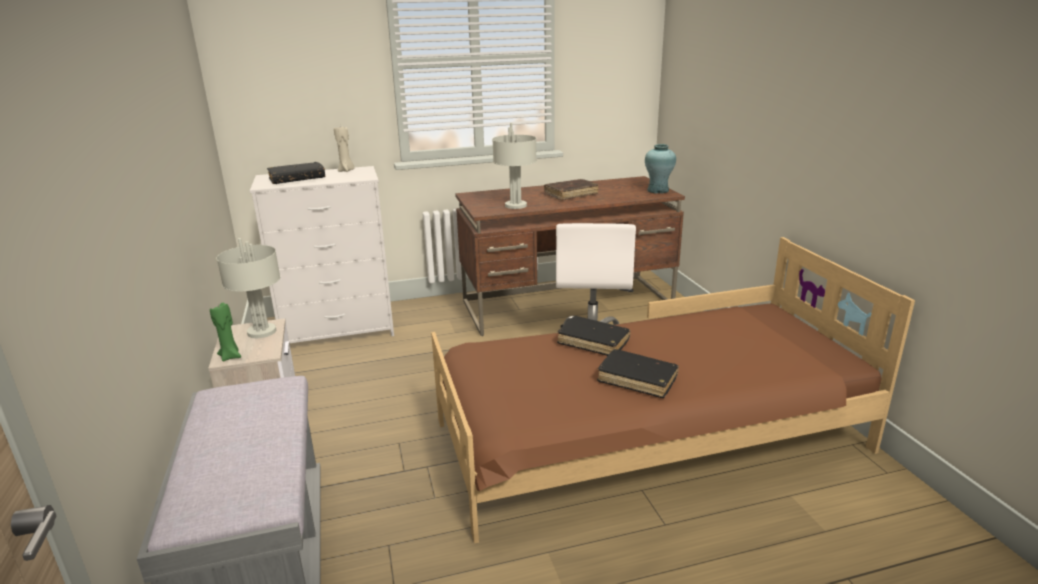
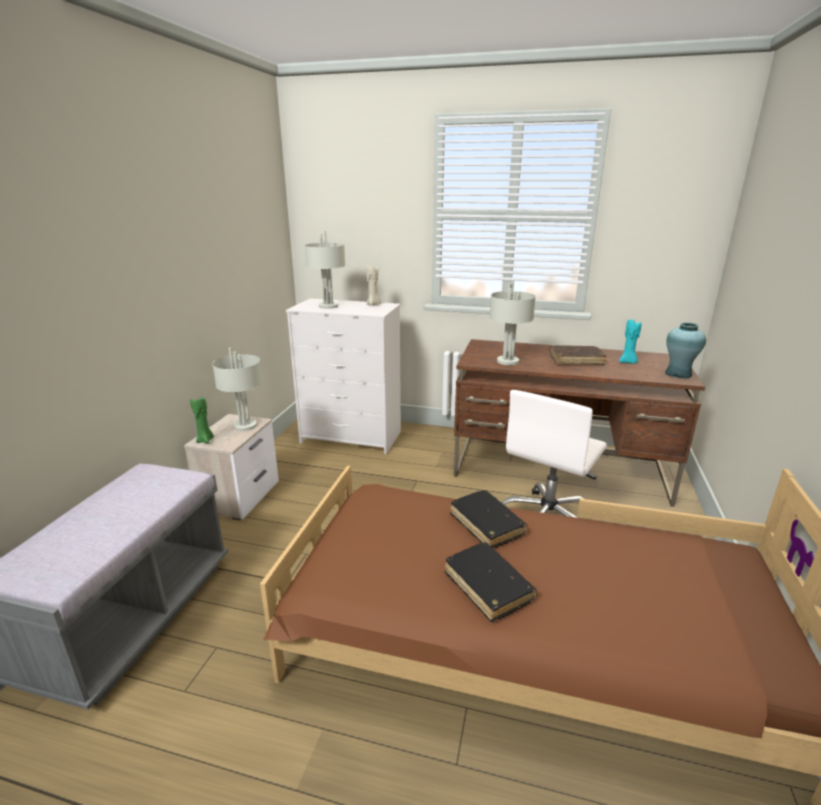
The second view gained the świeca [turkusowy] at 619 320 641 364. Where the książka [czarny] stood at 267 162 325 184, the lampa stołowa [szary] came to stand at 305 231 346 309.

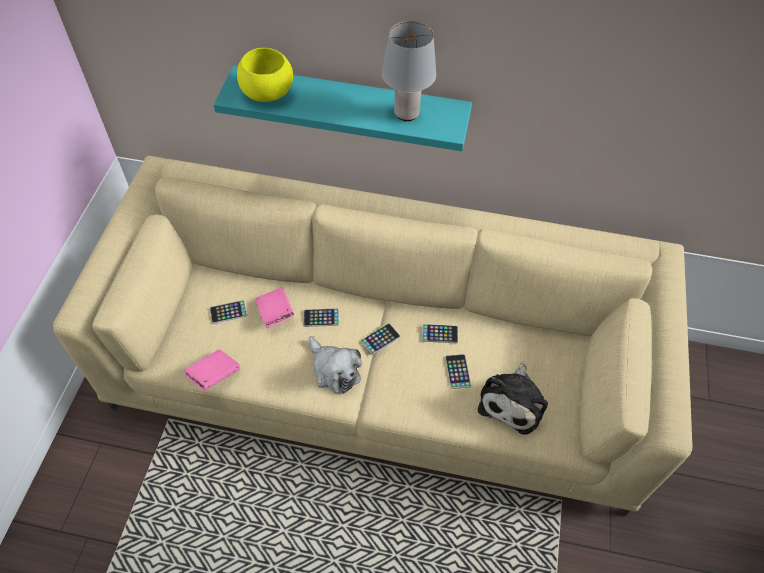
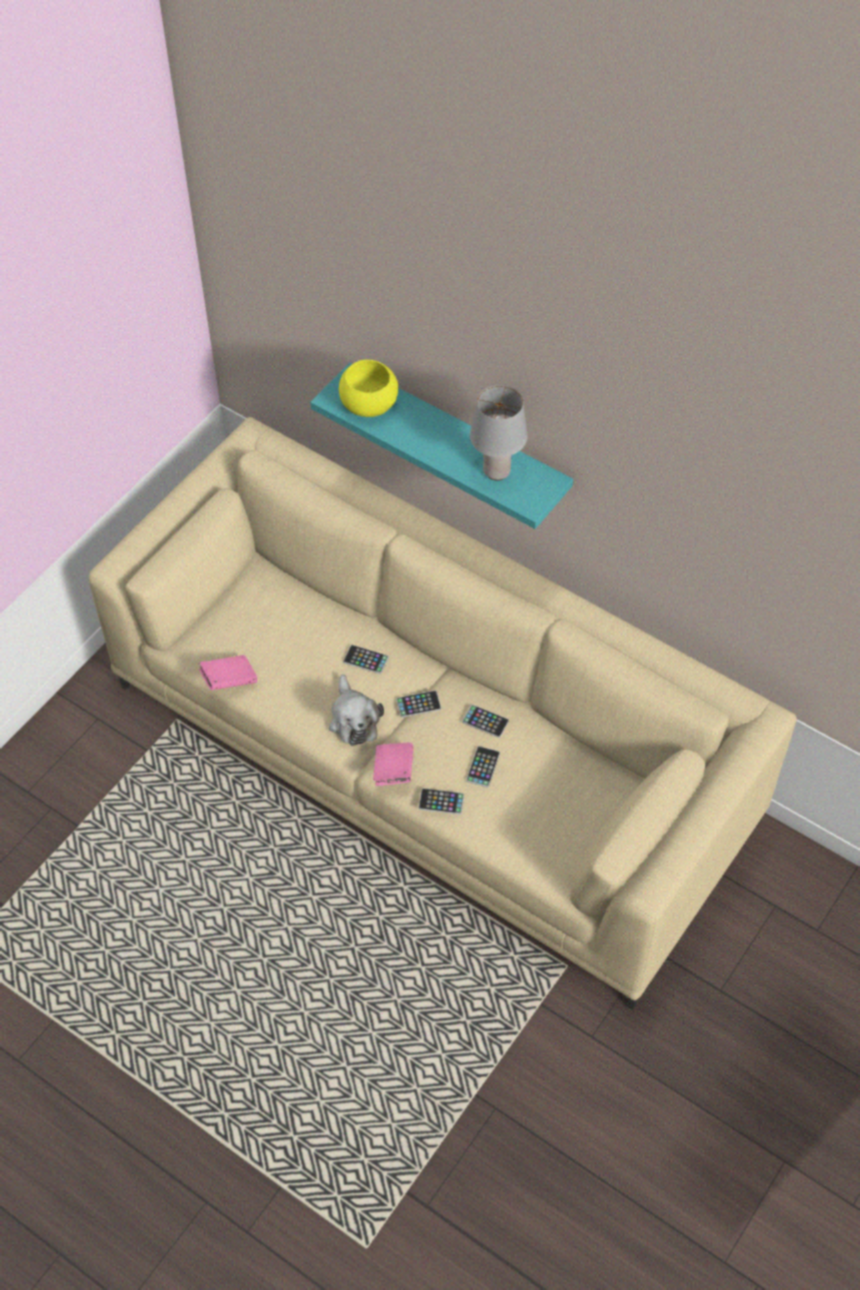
The second view lost the pluszak at 478 363 548 434. The telefon ended up elsewhere, having gone from 210 300 247 324 to 419 788 464 815. The książka [różowy] ended up elsewhere, having gone from 255 288 294 328 to 373 742 414 786.

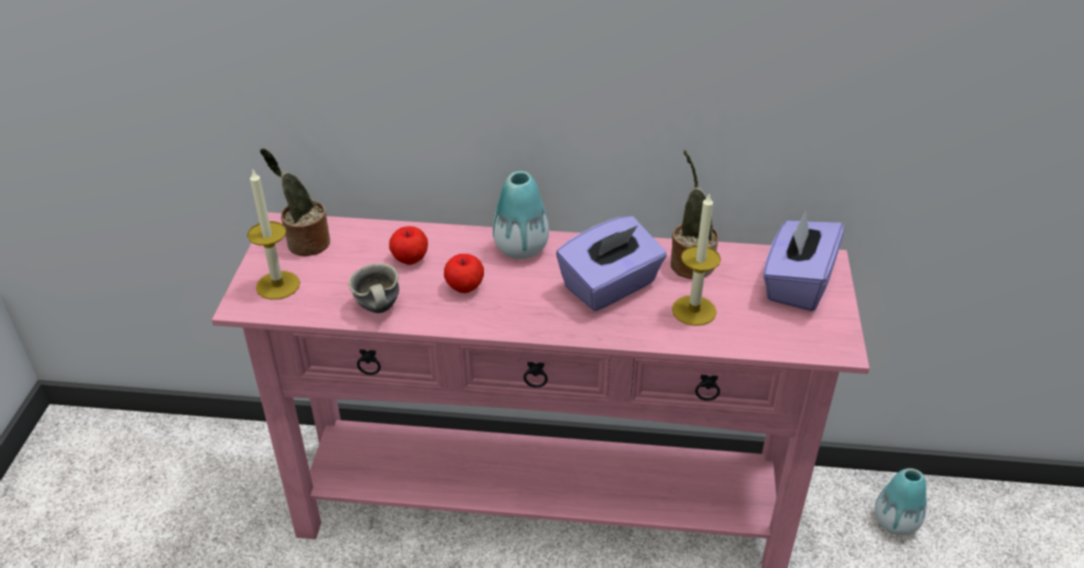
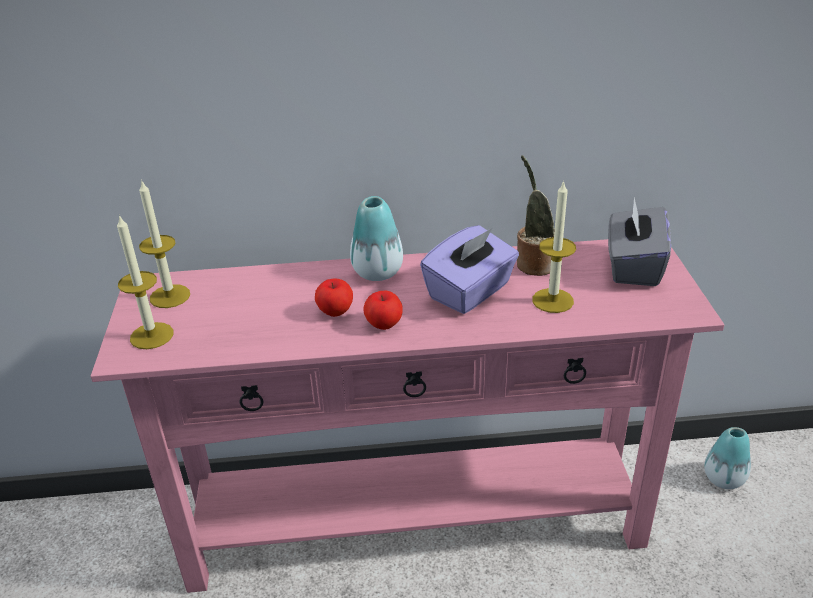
The second view lost the kubek [szary] at 348 263 399 313. The jabłko ended up elsewhere, having gone from 389 226 428 265 to 363 291 402 330. Where the roślina doniczkowa stood at 260 148 330 256, the świeca came to stand at 139 179 190 308. What was the pudełko chusteczek [fioletowy] at 763 210 844 311 turned into the pudełko chusteczek [szary] at 608 197 671 286.

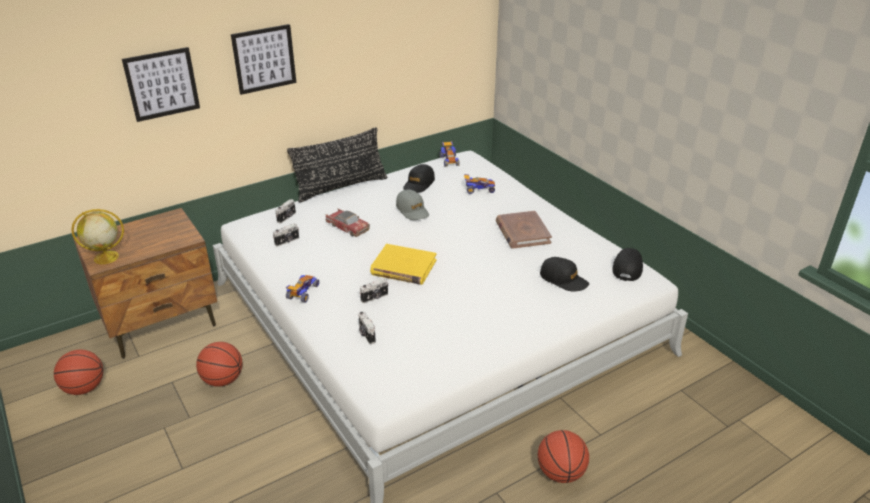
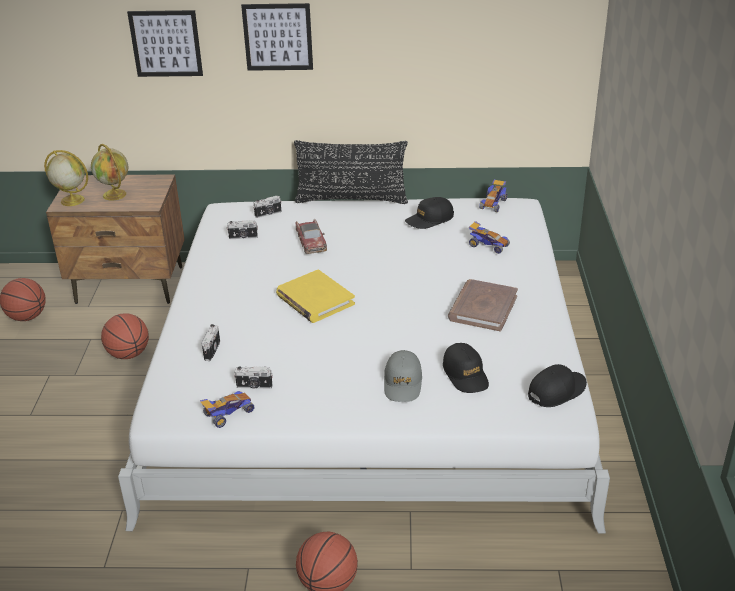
The second view gained the globus at 91 144 128 201. The samochodzik ended up elsewhere, having gone from 286 275 319 303 to 200 391 255 428. The aparat fotograficzny ended up elsewhere, having gone from 360 278 388 303 to 234 367 273 389. The czapka z daszkiem [szary] ended up elsewhere, having gone from 396 189 429 220 to 384 350 422 402.

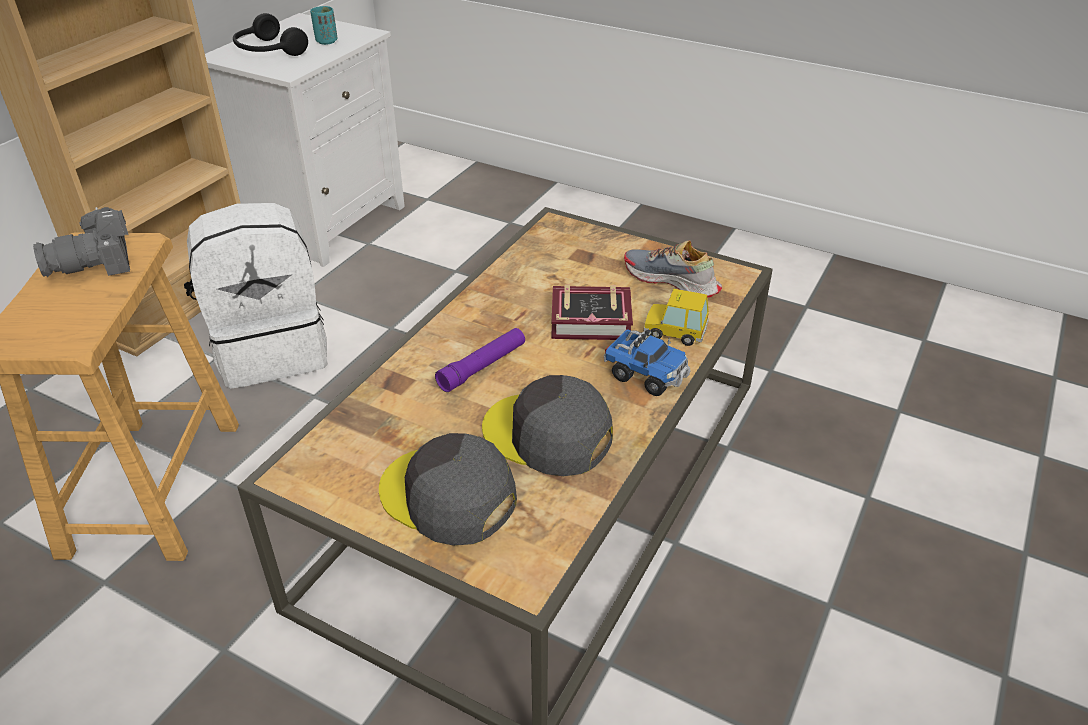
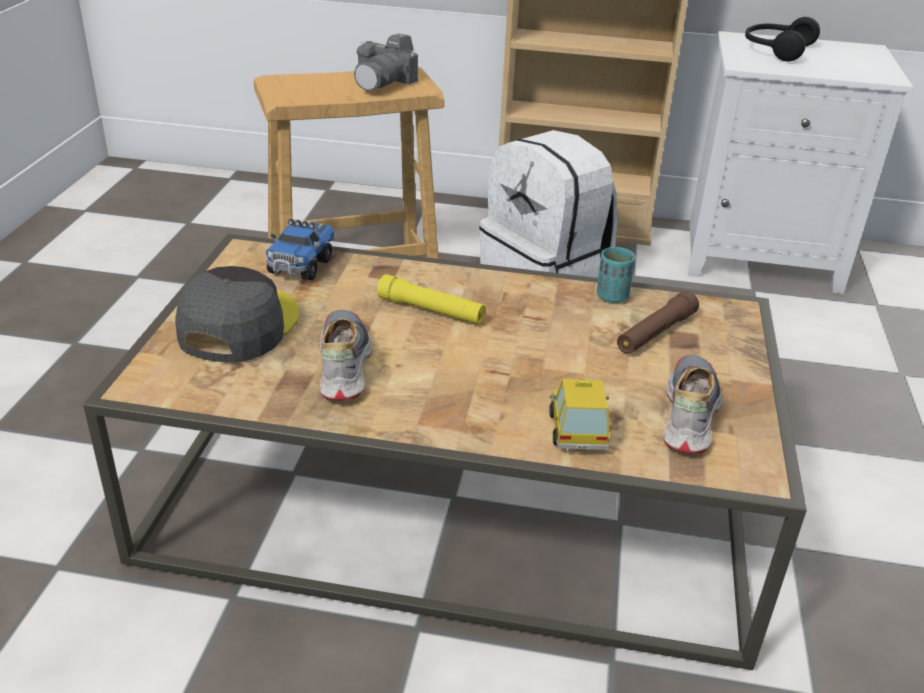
The second view lost the książka at 551 284 633 340. The second view gained the latarka [brązowy] at 617 291 699 354. The filiżanka [turkusowy] ended up elsewhere, having gone from 310 6 337 45 to 597 247 635 303. The ciężarówka zabawkowa ended up elsewhere, having gone from 604 329 691 396 to 265 219 334 280. Where the czapka z daszkiem [szary] stood at 482 375 613 476, the but came to stand at 319 310 373 401. What was the latarka [fioletowy] at 435 328 525 392 turned into the latarka [żółty] at 377 274 486 324. The aparat fotograficzny at 33 207 130 277 ended up facing another way, 105 degrees counterclockwise from before.

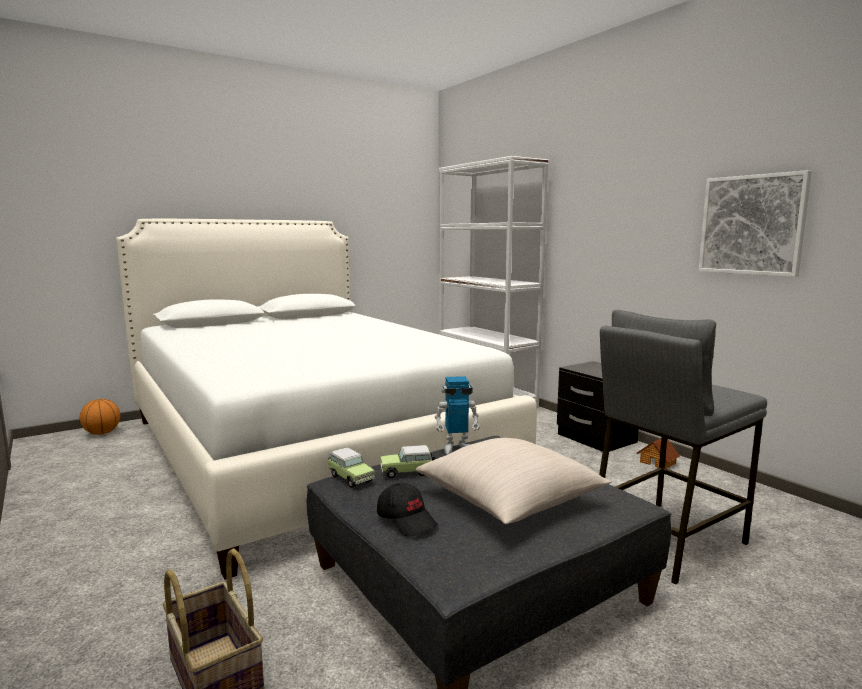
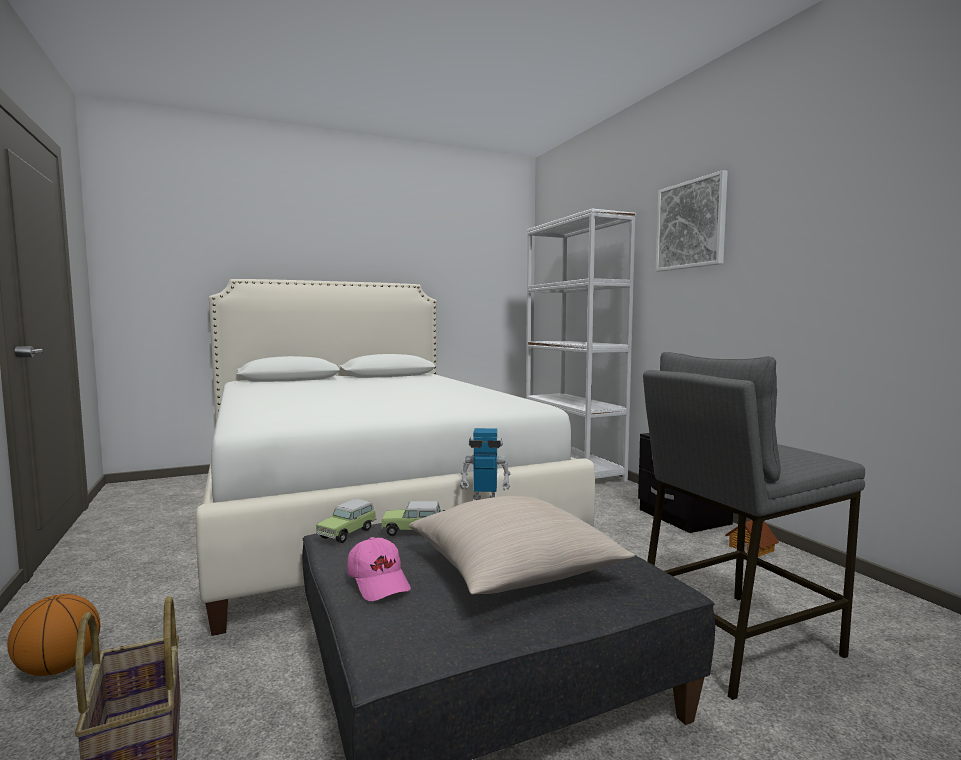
The piłka do koszykówki ended up elsewhere, having gone from 80 399 120 435 to 7 594 100 676. The obraz ended up elsewhere, having gone from 698 170 812 277 to 656 170 728 272. What was the czapka z daszkiem [czarny] at 377 483 438 537 turned into the czapka z daszkiem [różowy] at 347 537 411 601. The samochodzik at 327 448 375 488 ended up facing another way, 60 degrees clockwise from before.

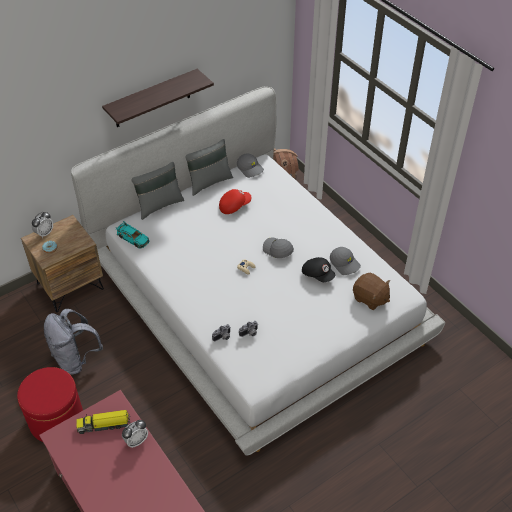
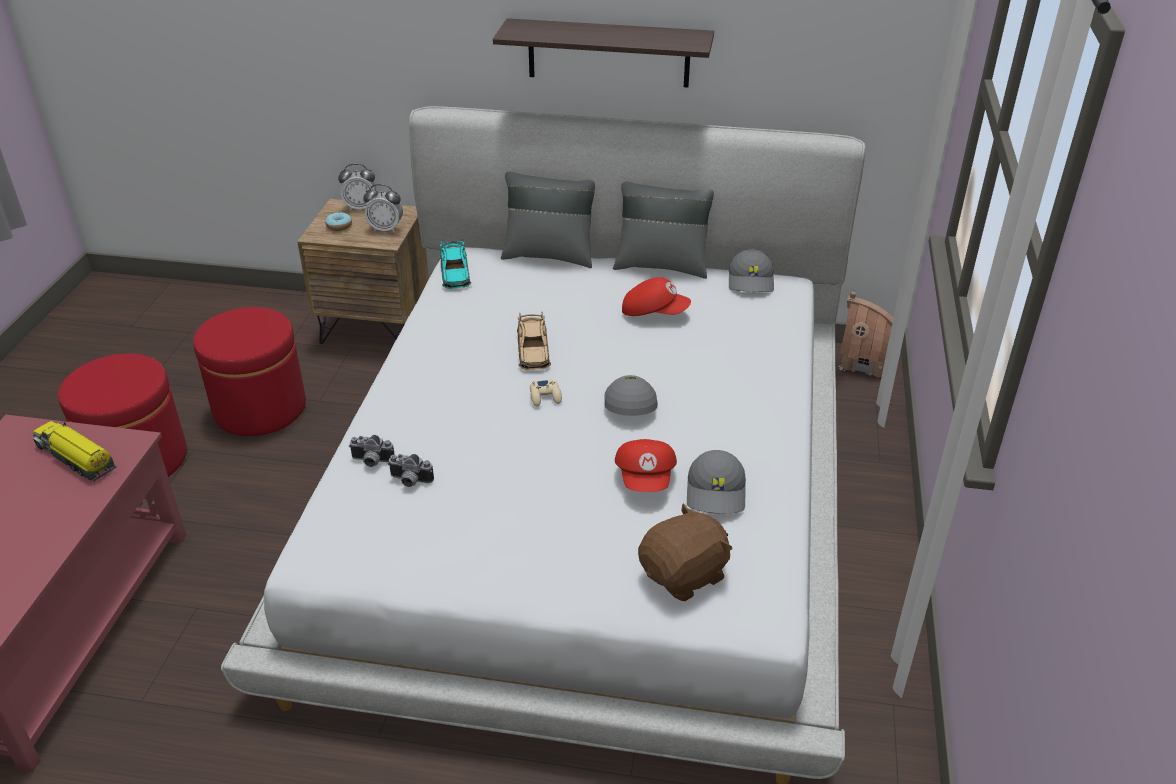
The second view gained the samochodzik [beżowy] at 517 312 551 370. The budzik ended up elsewhere, having gone from 122 420 148 448 to 363 184 403 233. Where the plecak [szary] stood at 44 309 103 374, the pufa [czerwony] came to stand at 193 307 306 436. What was the czapka z daszkiem [czarny] at 302 257 335 282 turned into the czapka z daszkiem [czerwony] at 615 439 677 492. The pluszak [brązowy] at 353 273 390 310 ended up facing another way, 120 degrees counterclockwise from before.

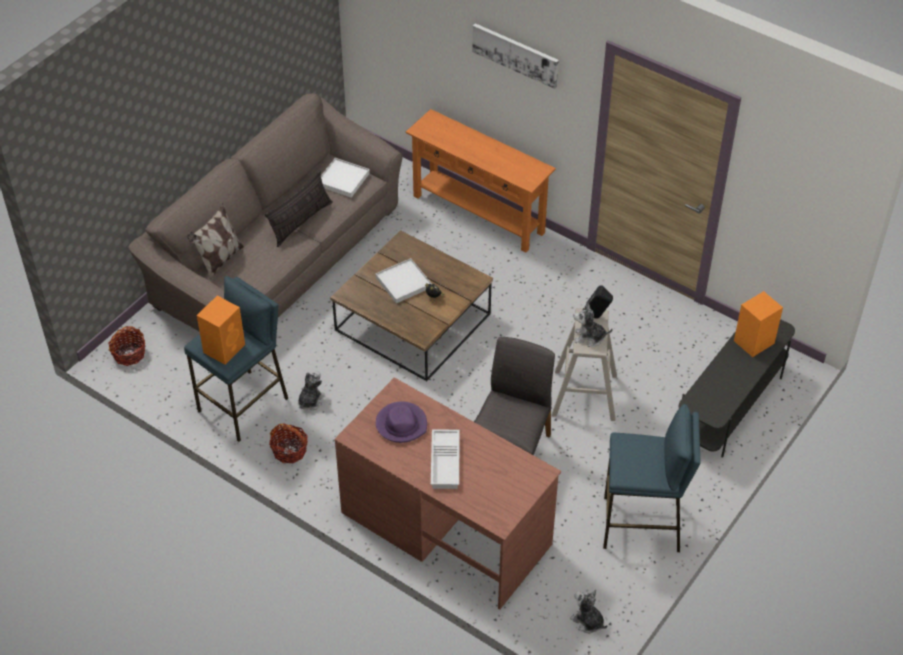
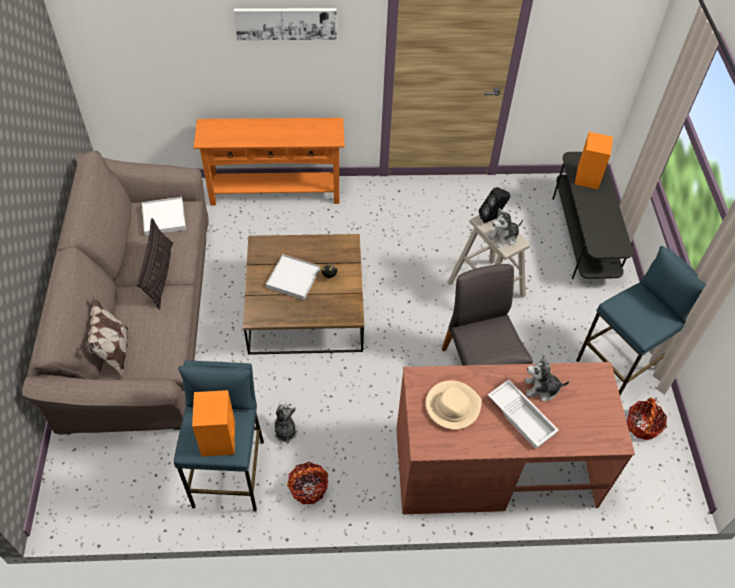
The koszyk ended up elsewhere, having gone from 108 326 145 366 to 627 398 667 440. The pluszak ended up elsewhere, having gone from 570 589 607 633 to 525 355 570 401. What was the kapelusz [fioletowy] at 376 401 427 443 turned into the kapelusz [beżowy] at 425 381 482 430.

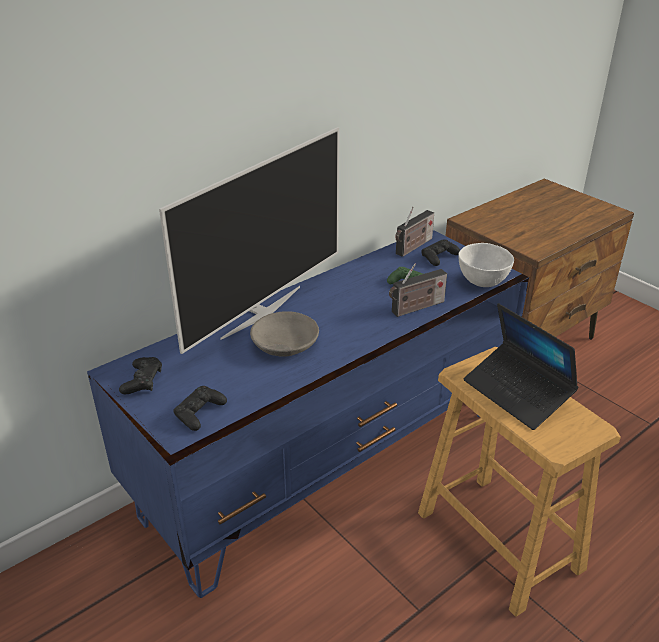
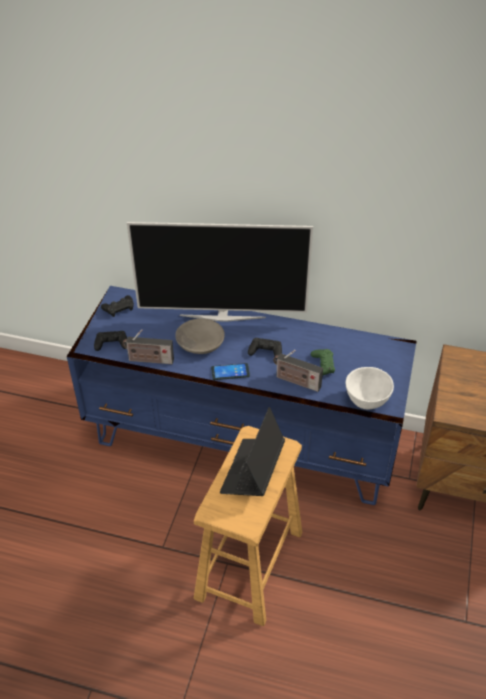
The second view gained the telefon at 211 363 250 380. The radio ended up elsewhere, having gone from 395 207 434 257 to 122 329 174 364. The pad do gier [czarny] ended up elsewhere, having gone from 421 240 460 266 to 248 338 282 360.

